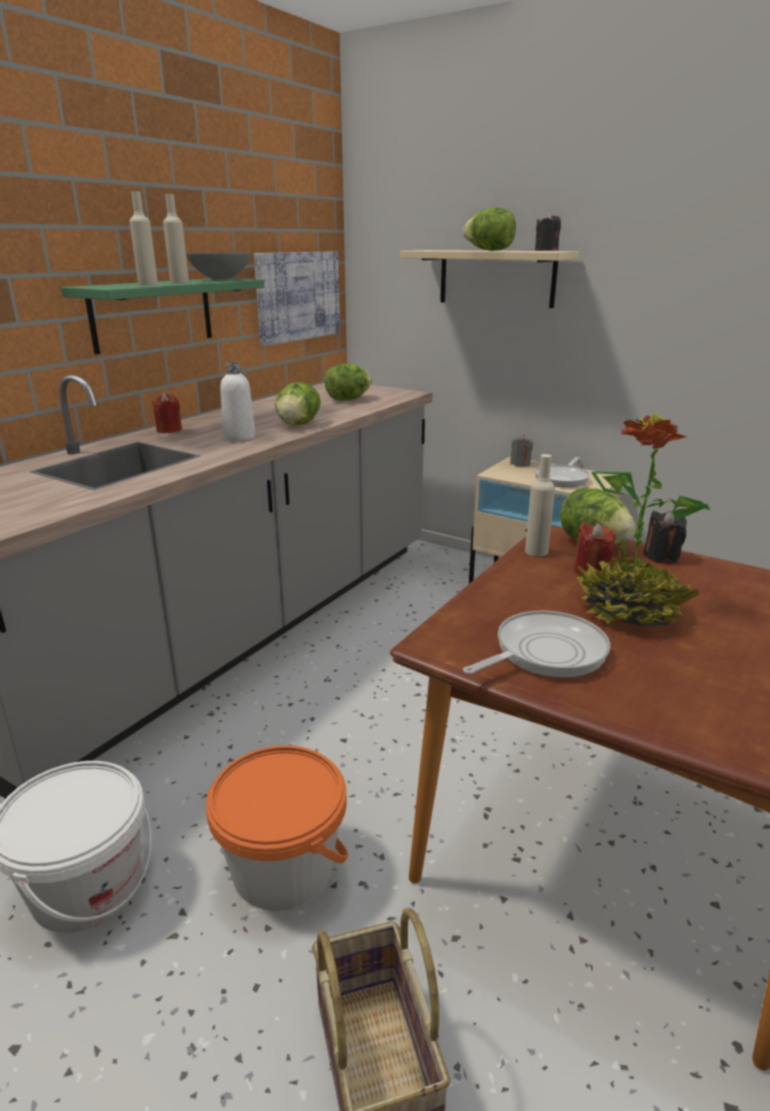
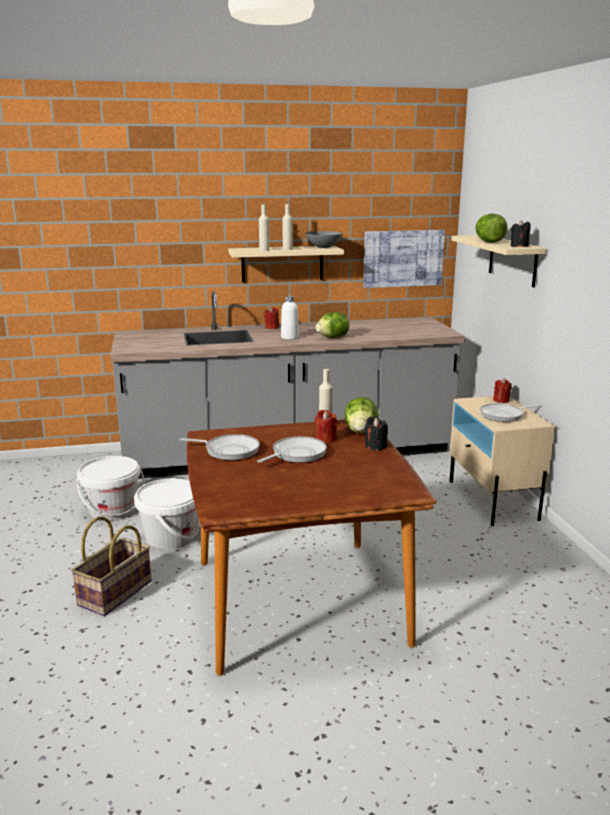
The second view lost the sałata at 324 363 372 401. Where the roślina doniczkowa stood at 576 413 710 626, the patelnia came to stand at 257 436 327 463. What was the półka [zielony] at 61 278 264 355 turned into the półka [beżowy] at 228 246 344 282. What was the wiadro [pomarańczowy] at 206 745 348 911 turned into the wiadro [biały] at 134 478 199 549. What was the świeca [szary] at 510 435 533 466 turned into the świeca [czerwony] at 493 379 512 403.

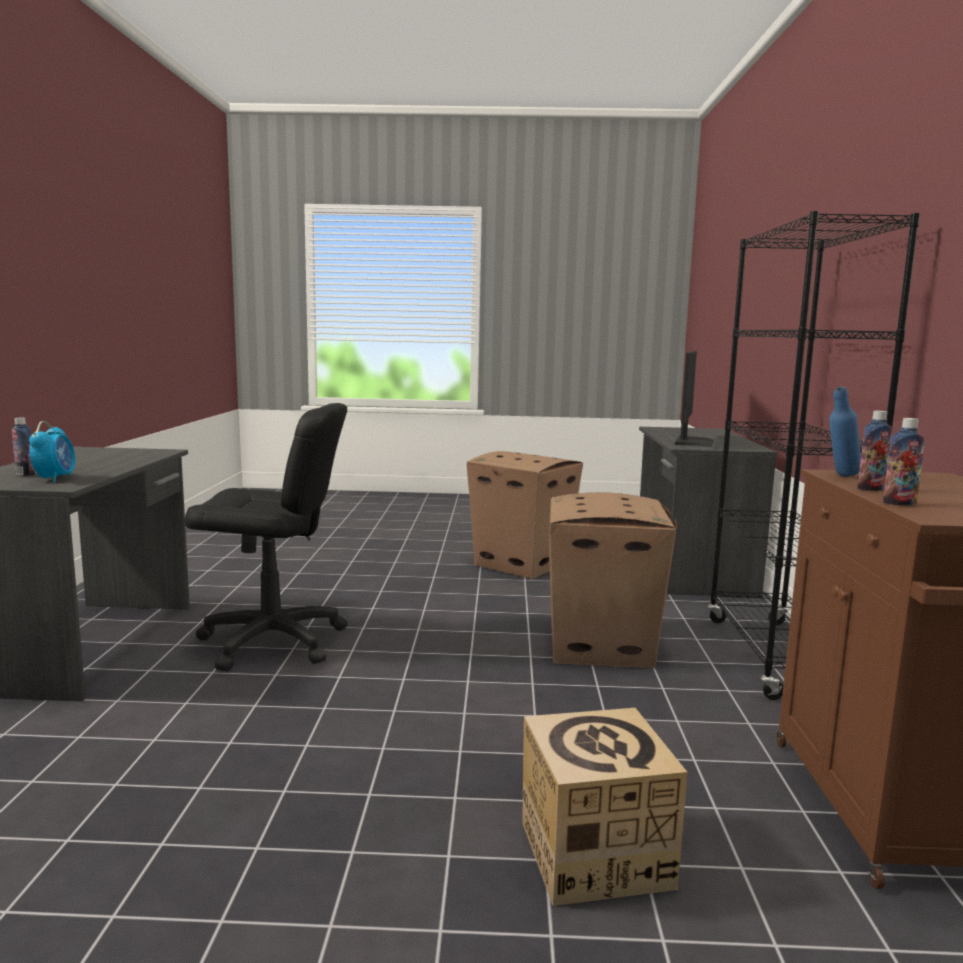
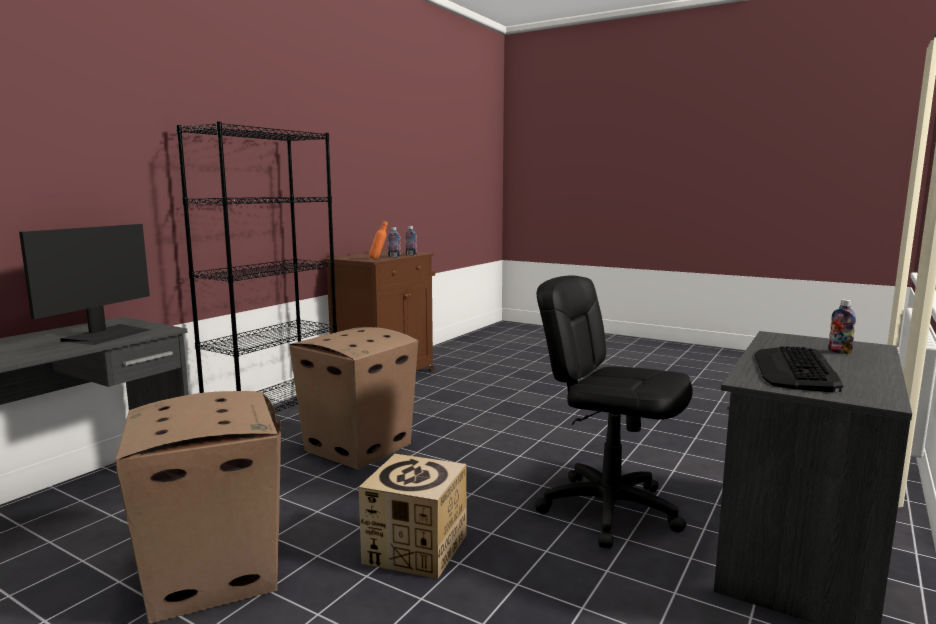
The second view lost the budzik at 29 421 75 483. The second view gained the klawiatura at 754 346 843 392. The karton ended up elsewhere, having gone from 522 708 687 906 to 359 454 466 579. What was the butelka [niebieski] at 829 387 861 477 turned into the butelka [pomarańczowy] at 369 221 388 260. The monitor at 675 351 714 447 ended up facing another way, 150 degrees clockwise from before.

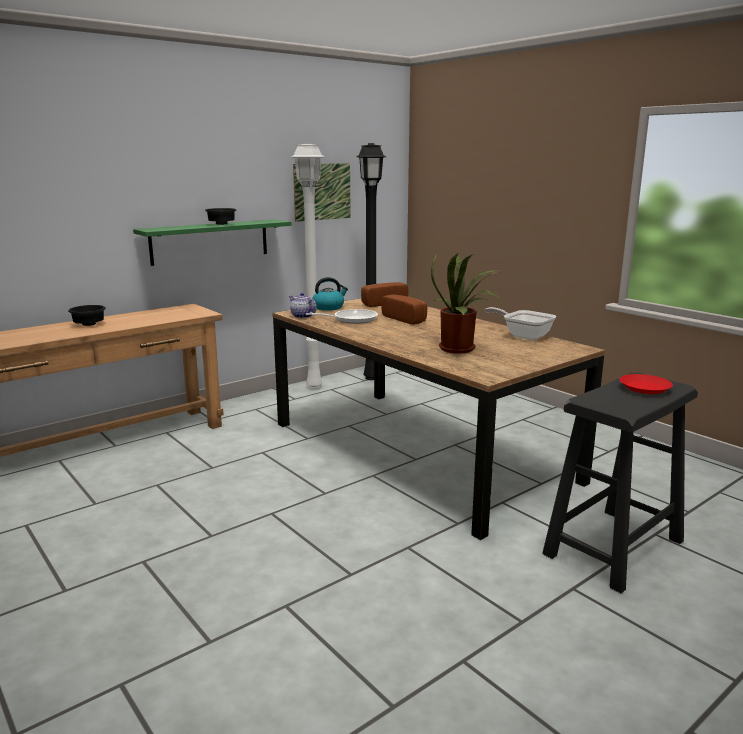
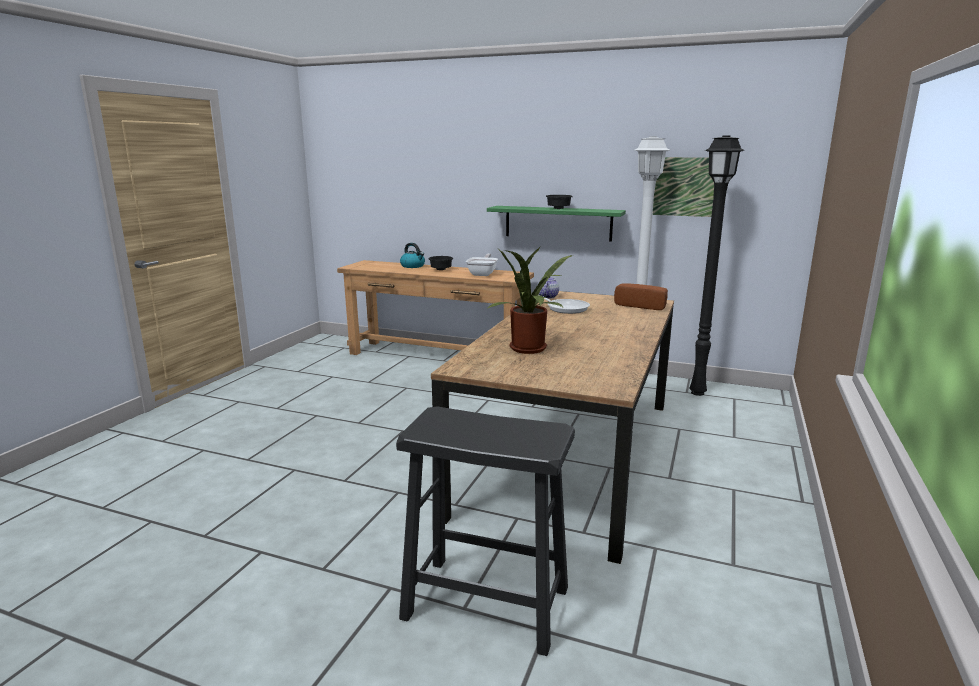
The second view lost the chleb at 381 295 427 325. The second view lost the talerz [czerwony] at 620 374 673 394. The czajnik ended up elsewhere, having gone from 312 277 348 311 to 400 243 425 268. The patelnia ended up elsewhere, having gone from 485 307 556 340 to 466 254 498 276.

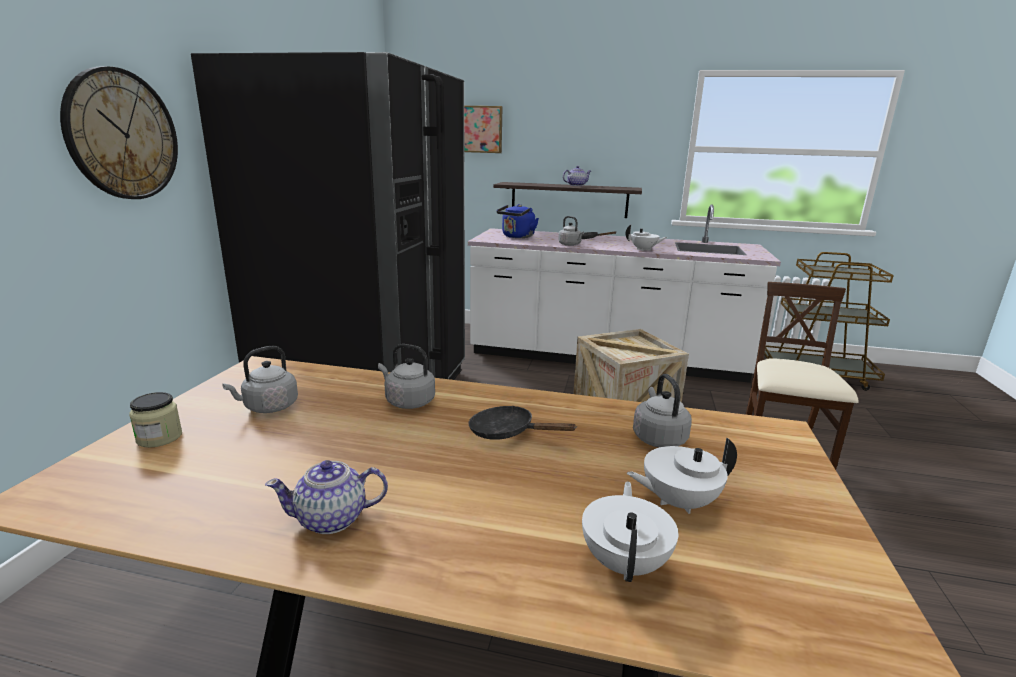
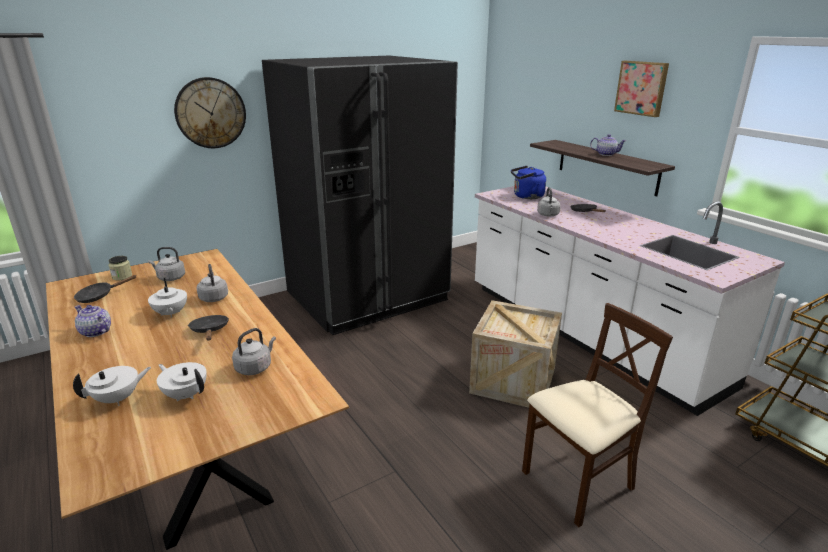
The second view gained the patelnia [czarny] at 74 275 136 303. The obraz ended up elsewhere, having gone from 464 106 503 153 to 614 61 669 117. The imbryk [biały] ended up elsewhere, having gone from 626 225 667 251 to 148 278 187 318.

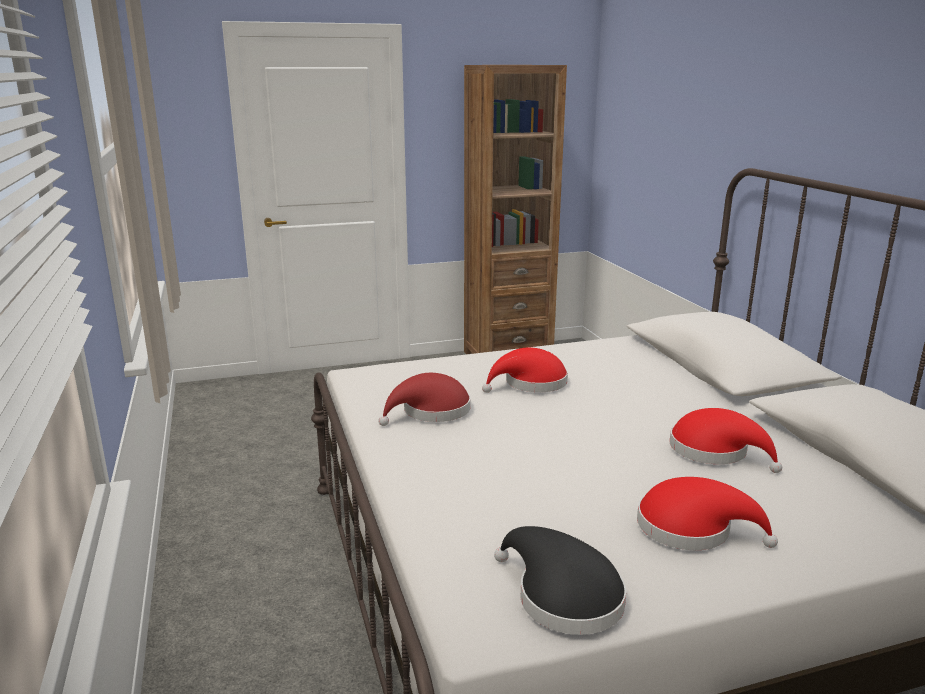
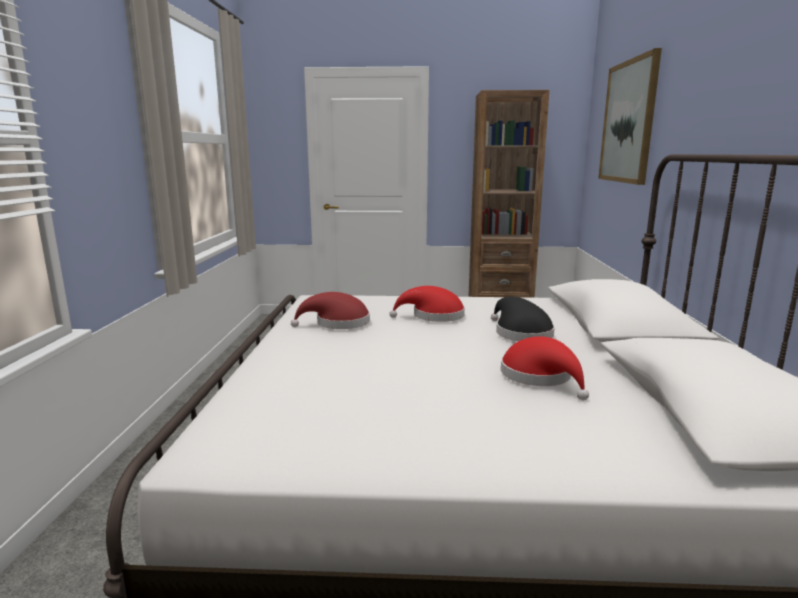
The second view lost the kapelusz [czerwony] at 637 477 778 550. The second view gained the obraz at 598 48 662 185. The kapelusz [czarny] ended up elsewhere, having gone from 494 526 626 635 to 491 297 555 341.

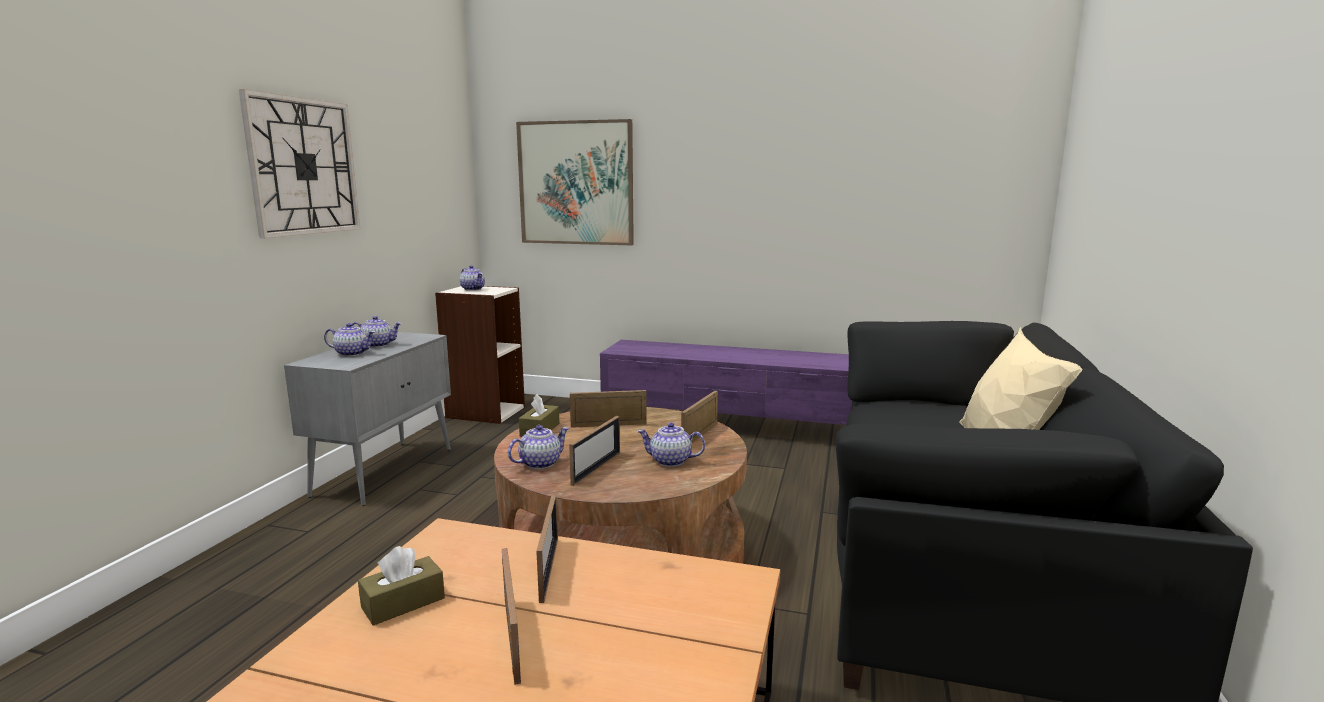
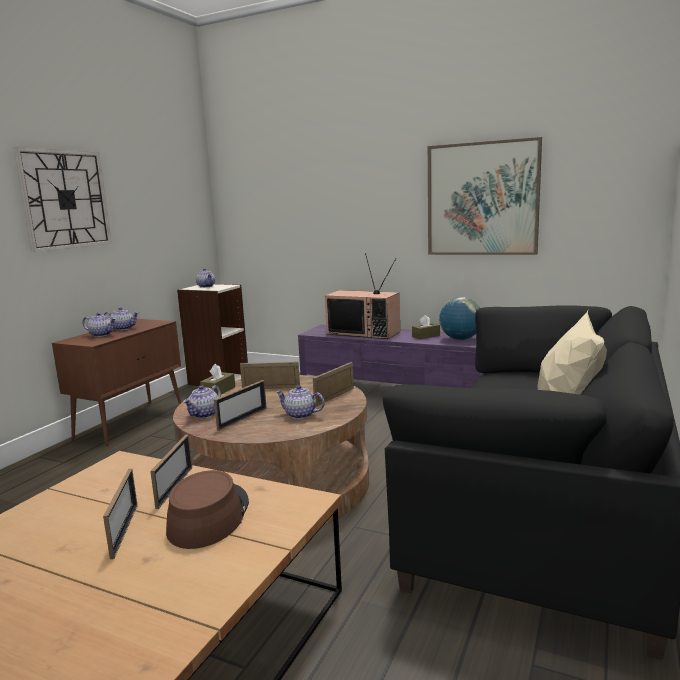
The second view gained the kapelusz [brązowy] at 166 470 249 549. The second view gained the telewizor at 325 253 400 339. The second view gained the globus at 439 297 480 340. The pudełko chusteczek [brązowy] ended up elsewhere, having gone from 358 546 445 626 to 412 315 440 339. The obraz ended up elsewhere, having gone from 516 119 634 245 to 428 137 542 255. What was the szafka [szary] at 284 332 451 506 turned into the szafka [brązowy] at 52 319 181 446. The imbryk at 508 425 569 469 ended up facing another way, 150 degrees clockwise from before.

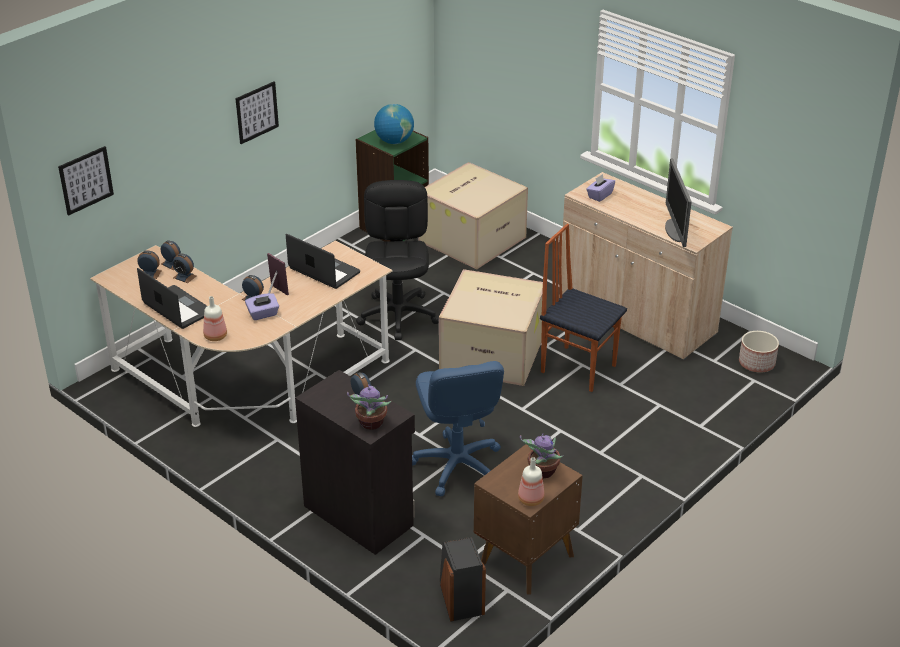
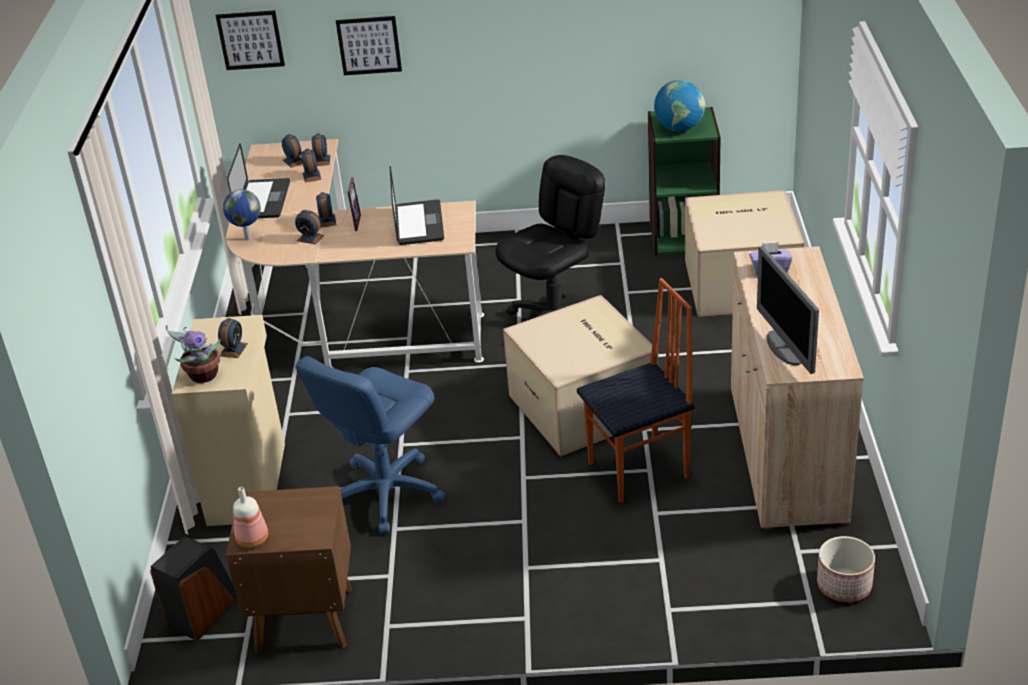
The second view lost the roślina doniczkowa at 520 434 563 478. The obraz ended up elsewhere, having gone from 235 82 279 144 to 336 16 402 75. Where the butelka stood at 203 296 227 341, the globus came to stand at 223 189 261 240. Where the pudełko chusteczek [fioletowy] stood at 245 293 279 320, the budzik came to stand at 295 210 325 245. What was the szafka [czarny] at 295 370 415 555 turned into the szafka [beżowy] at 172 315 285 526. The krzesło at 540 224 627 392 ended up facing another way, 75 degrees clockwise from before. The monitor at 665 159 692 247 ended up facing another way, 60 degrees counterclockwise from before.

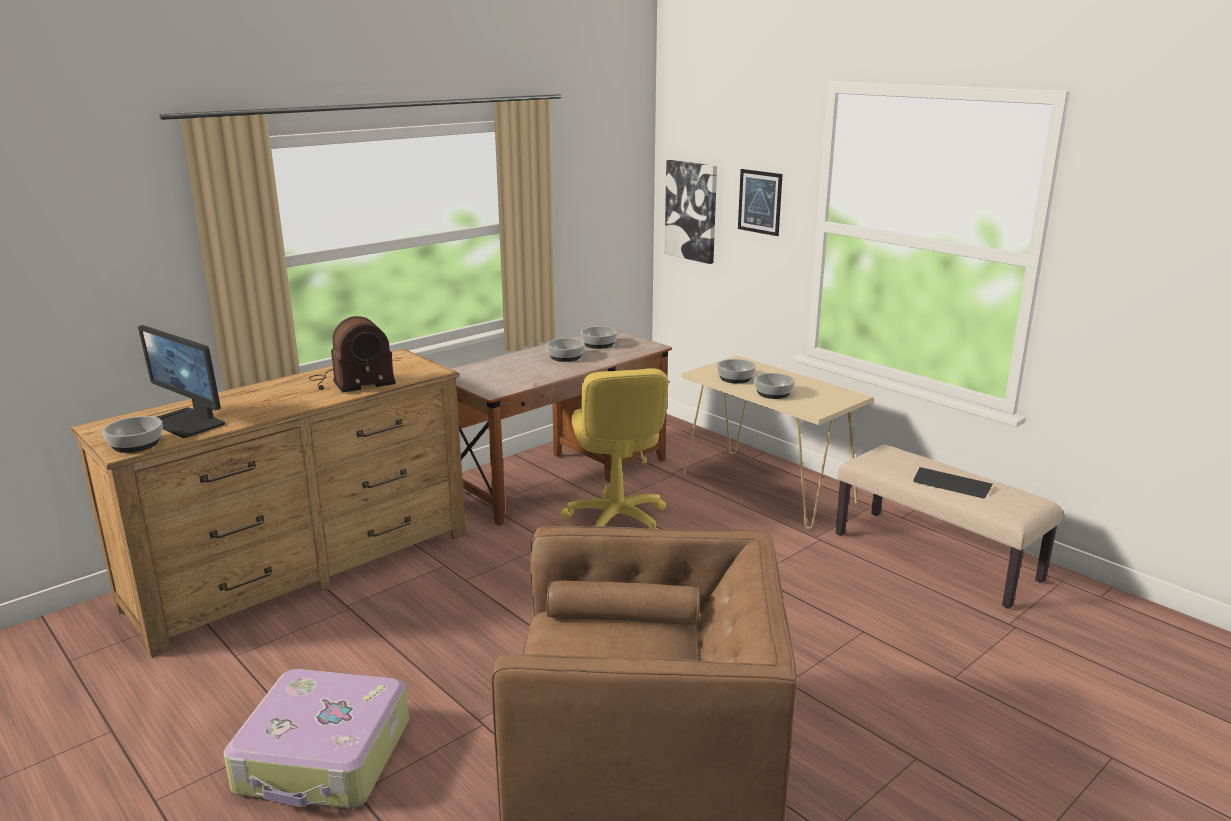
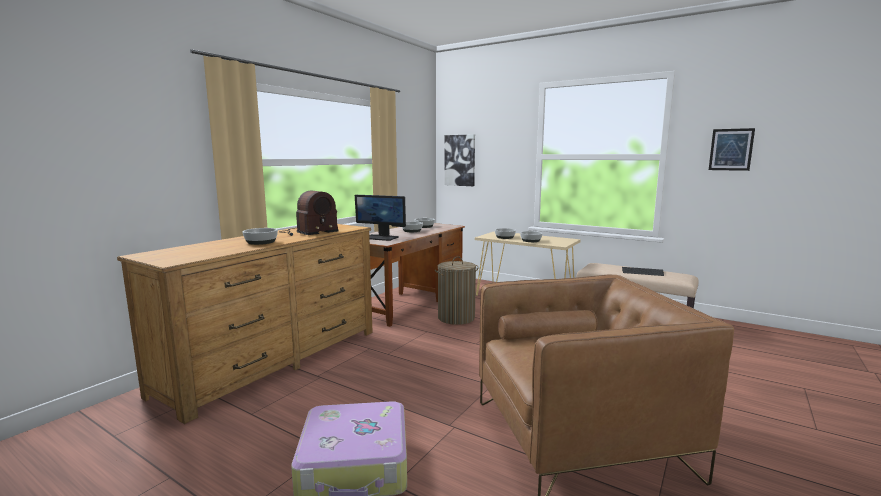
The miska ended up elsewhere, having gone from 102 416 163 453 to 243 228 278 245. The monitor ended up elsewhere, having gone from 138 325 225 438 to 355 195 406 241. The obraz ended up elsewhere, having gone from 738 169 783 236 to 709 128 755 171. Where the krzesło biurowe [żółty] stood at 561 368 669 529, the kosz na pranie came to stand at 435 256 478 325.

